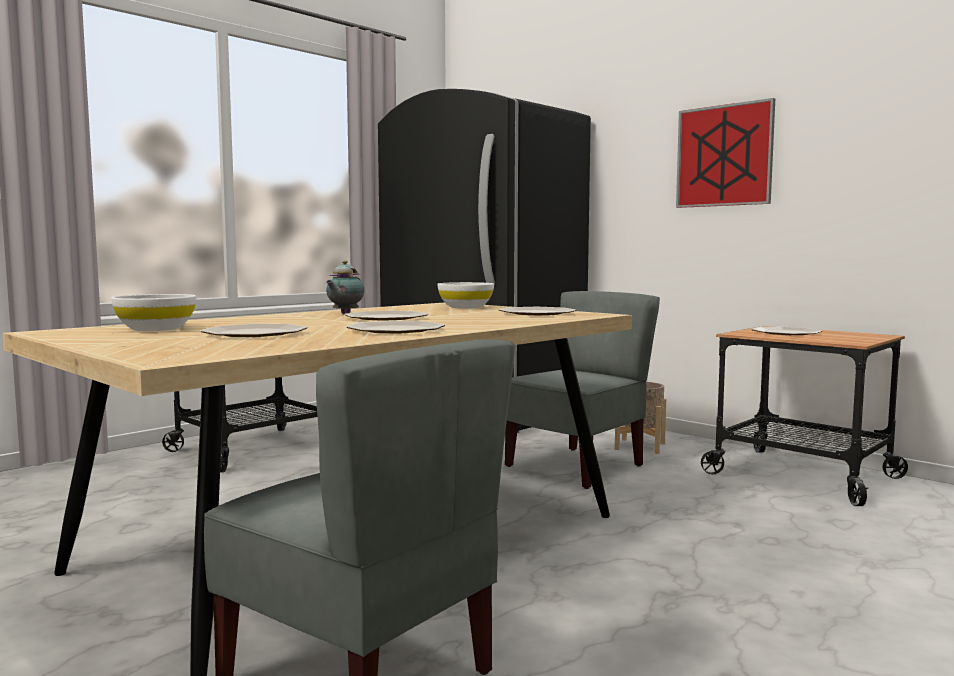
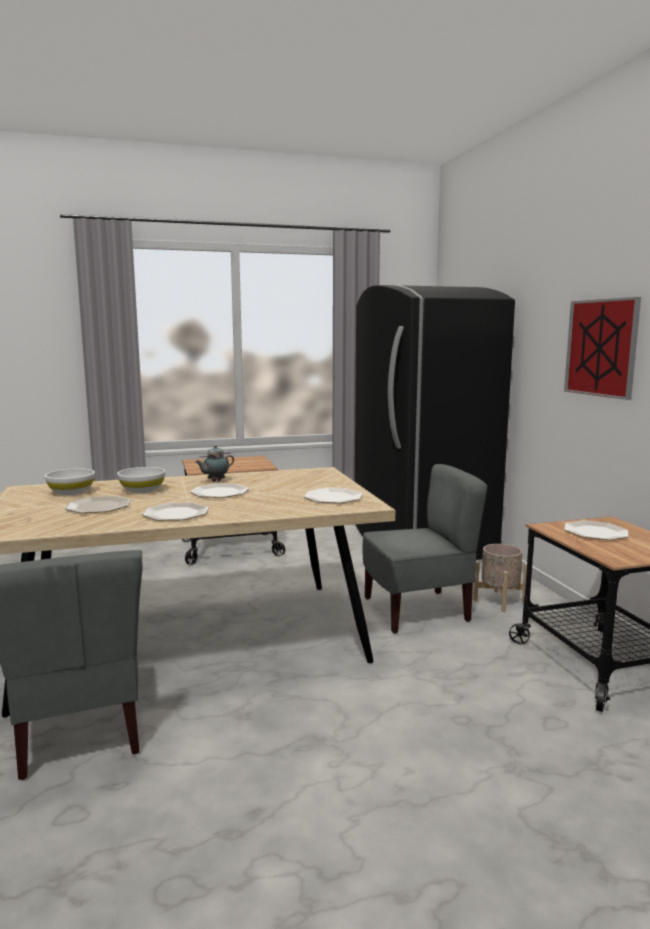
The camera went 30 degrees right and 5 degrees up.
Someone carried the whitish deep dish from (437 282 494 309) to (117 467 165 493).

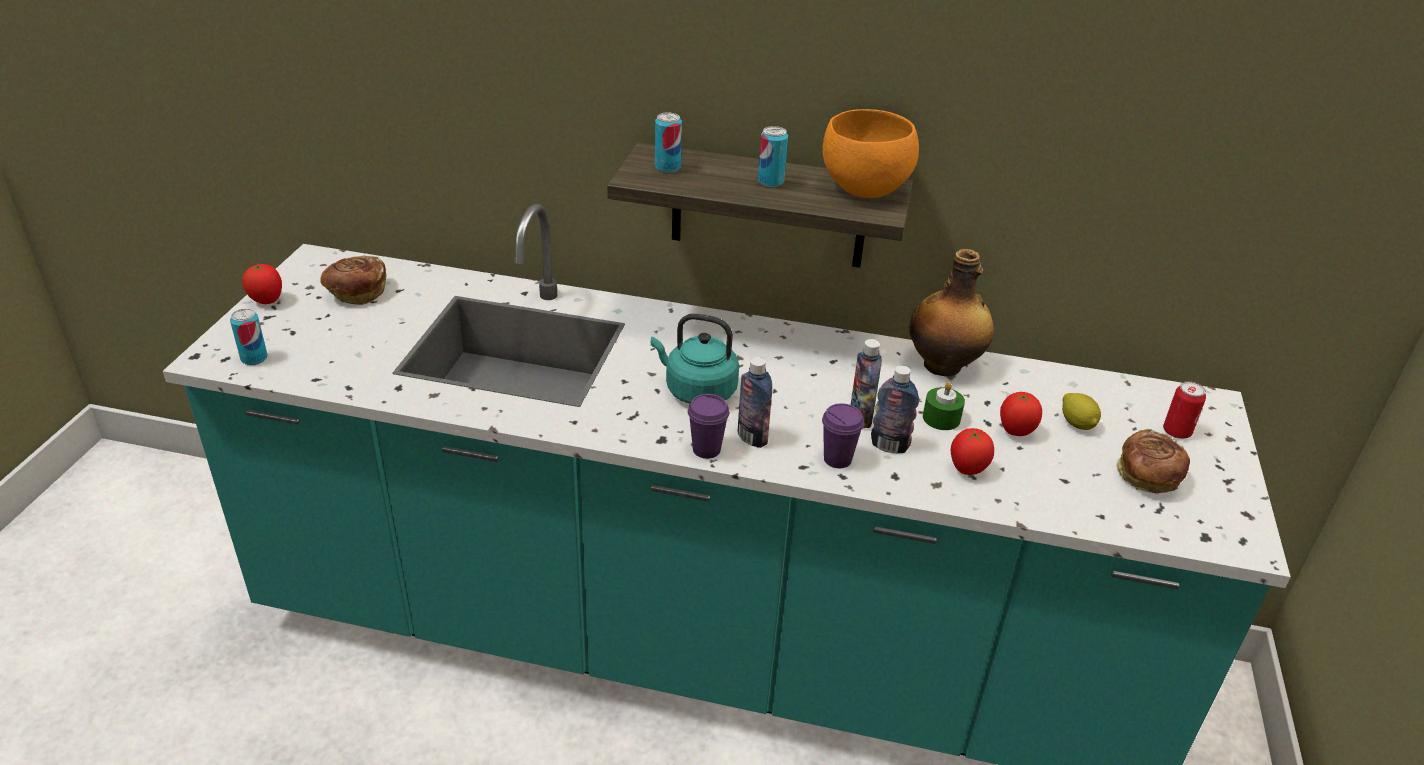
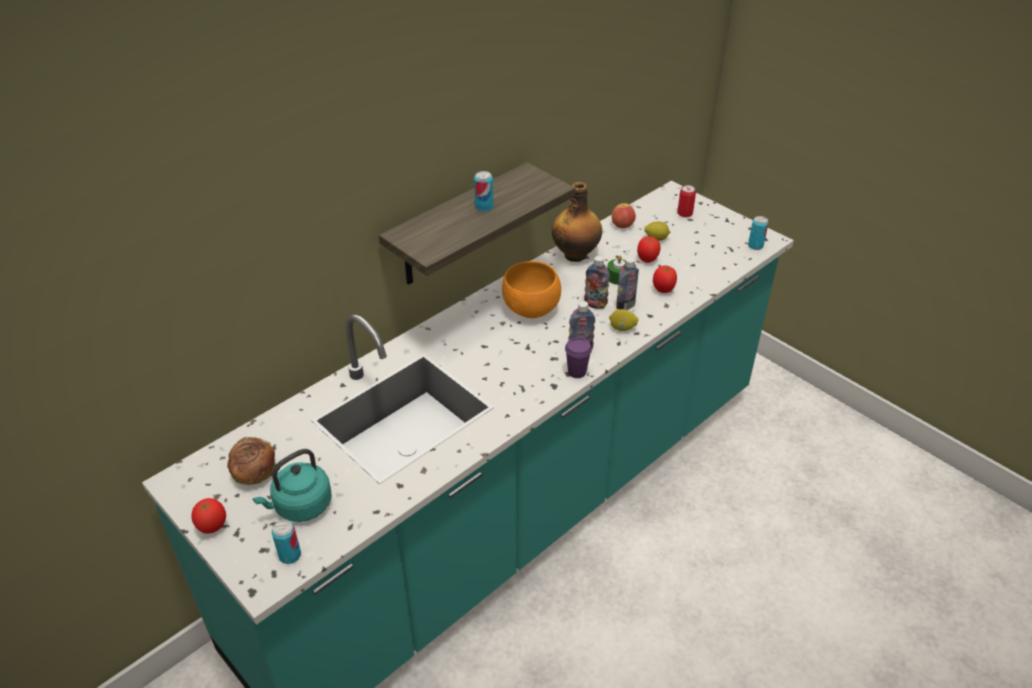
The camera went 55 degrees left and 5 degrees up.
Someone carried the blue-green water kettle from (651 313 739 404) to (253 449 332 522).
Someone carried the orange deep dish from (822 109 919 198) to (502 261 561 318).
Someone swapped the purplish drinking cup at (822 403 864 468) for the whole lemon at (609 309 639 331).
Someone put down the whole apple at (612 203 636 228).
Someone carried the can from (655 112 682 173) to (748 216 769 250).
Someone took away the bread at (1116 429 1190 494).

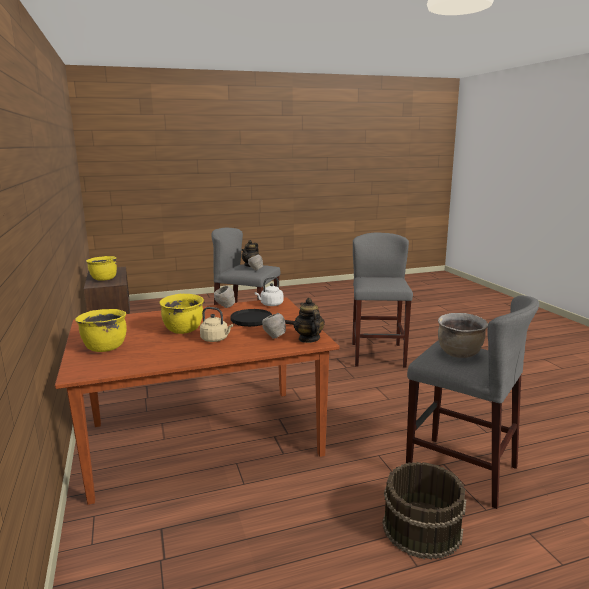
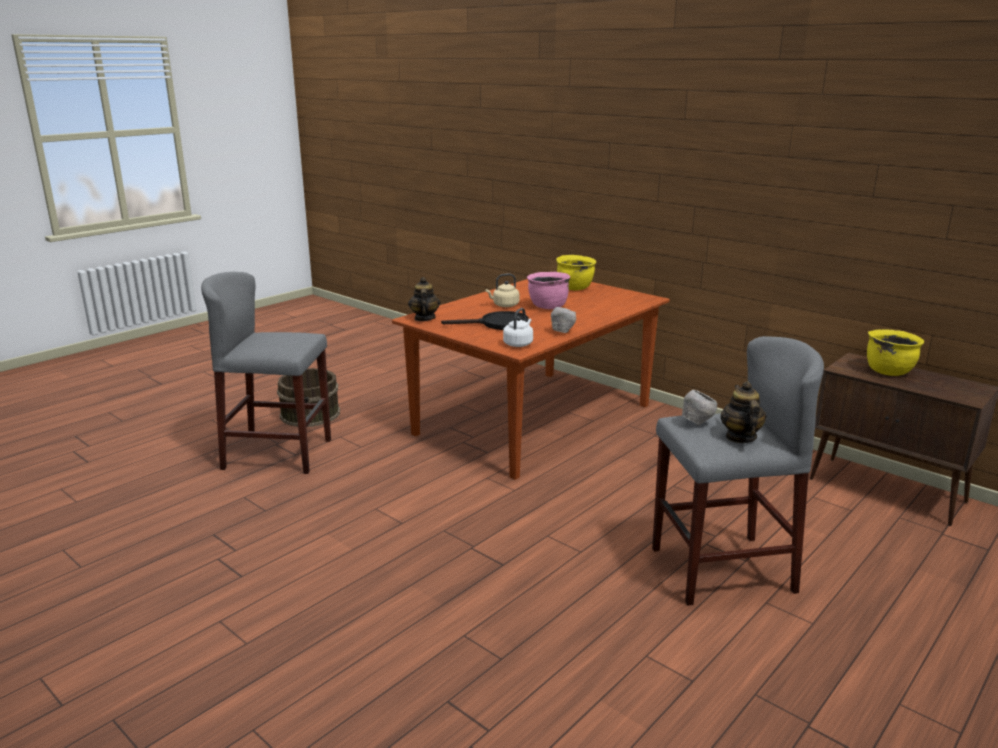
The camera went 150 degrees right and 5 degrees up.
Someone rotated the teapot at (294 298 325 343) by 135 degrees counterclockwise.
Someone repainted the yellow-coloured stockpot at (159 294 204 334), which became the pinkish stockpot at (527 272 570 309).
Someone took away the grey deep dish at (262 313 286 339).
Someone took away the grey stool at (352 232 413 368).
Someone took away the brownish stockpot at (438 313 488 358).

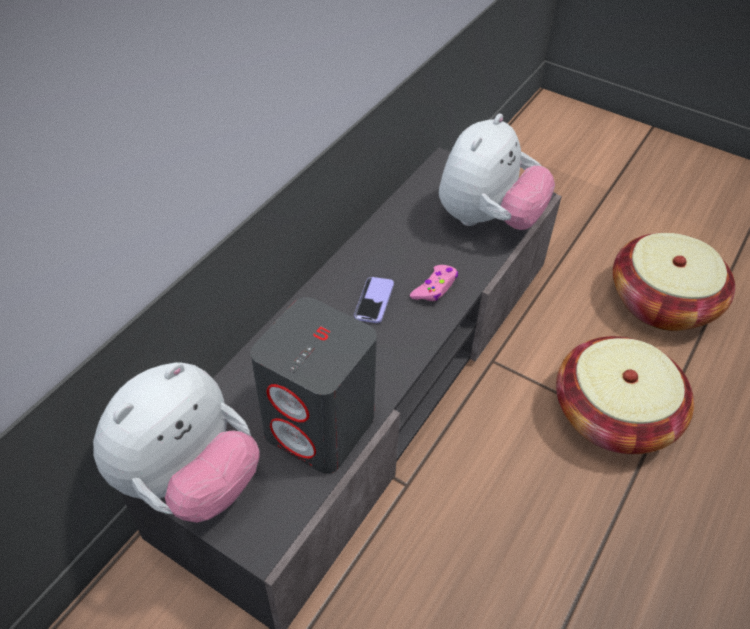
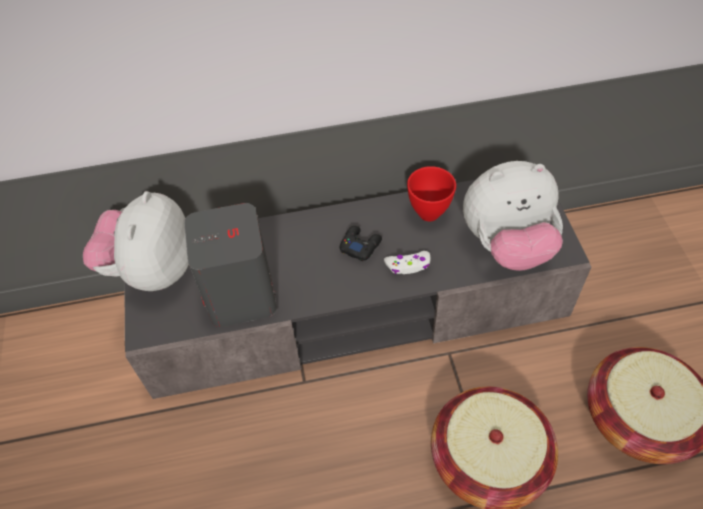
The camera went 50 degrees right and 5 degrees up.
Someone rotated the plush toy at (93 362 259 523) by 105 degrees clockwise.
Someone swapped the telephone at (354 277 394 323) for the black-coloured game controller at (340 226 382 261).
Someone repainted the pinkish game controller at (410 265 458 301), which became the whitish game controller at (384 251 431 274).
Someone put down the reddish deep dish at (407 166 456 221).

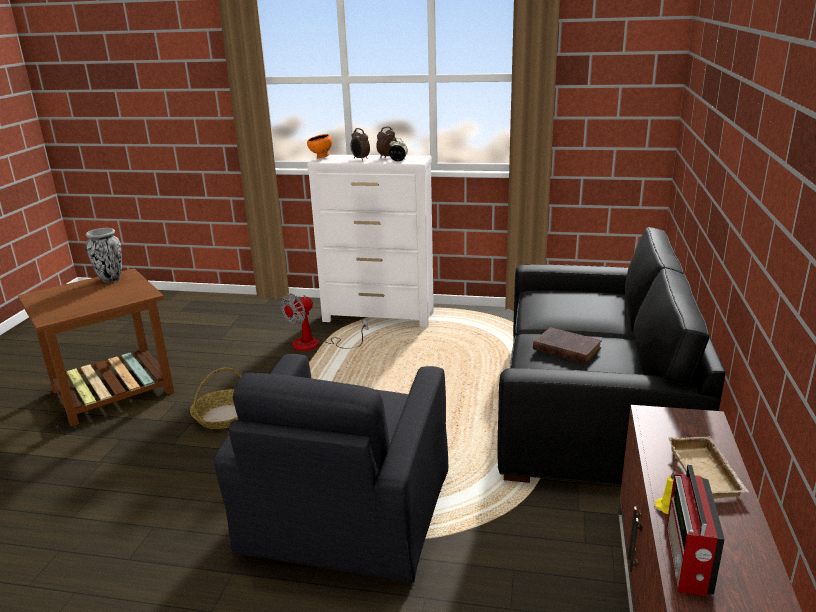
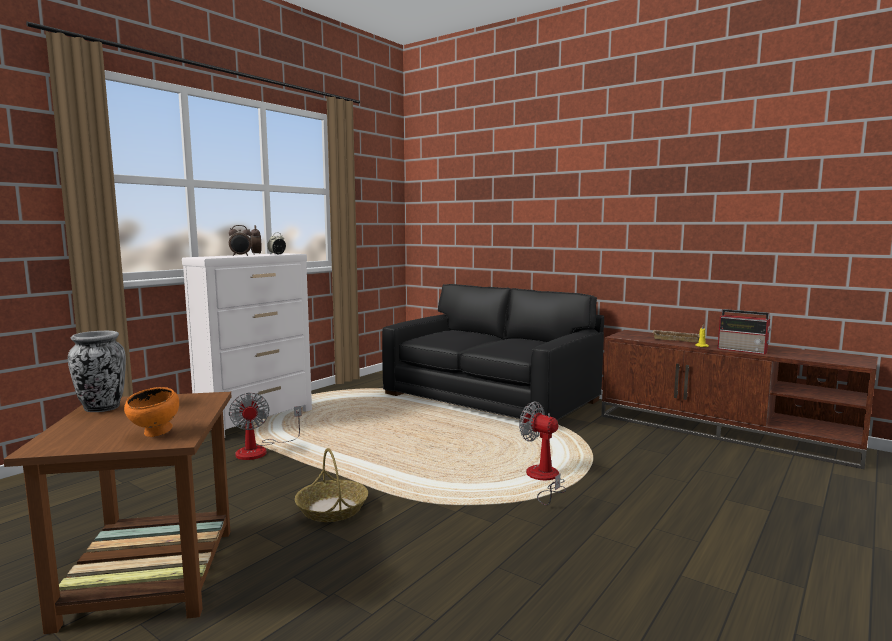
The camera went 65 degrees left and 15 degrees down.
Someone carried the orange deep dish from (307 134 332 159) to (124 387 179 437).
Someone swapped the black-coloured easy chair at (214 354 448 584) for the cooling fan at (519 402 566 506).
Someone took away the brownish book at (533 327 602 364).

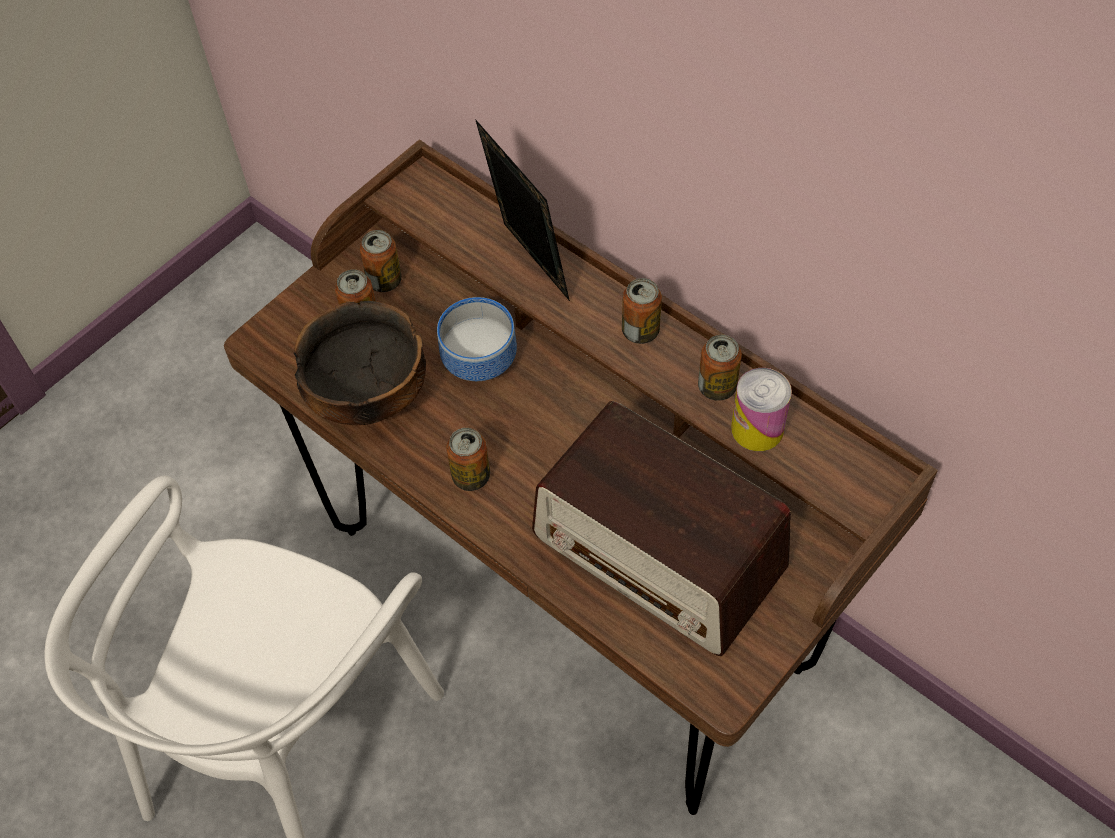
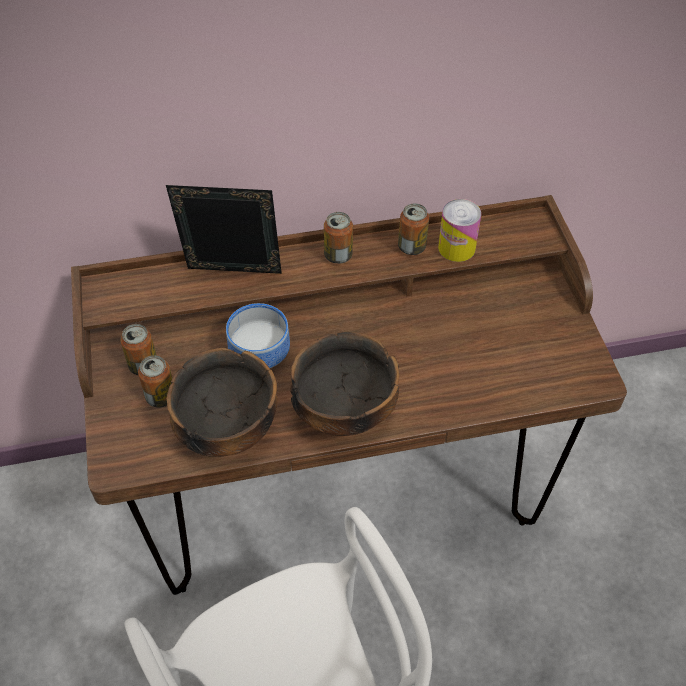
The camera went 55 degrees left and 5 degrees down.
Someone swapped the can at (446 428 490 491) for the deep dish at (290 332 400 436).
Someone took away the radio receiver at (532 401 791 656).

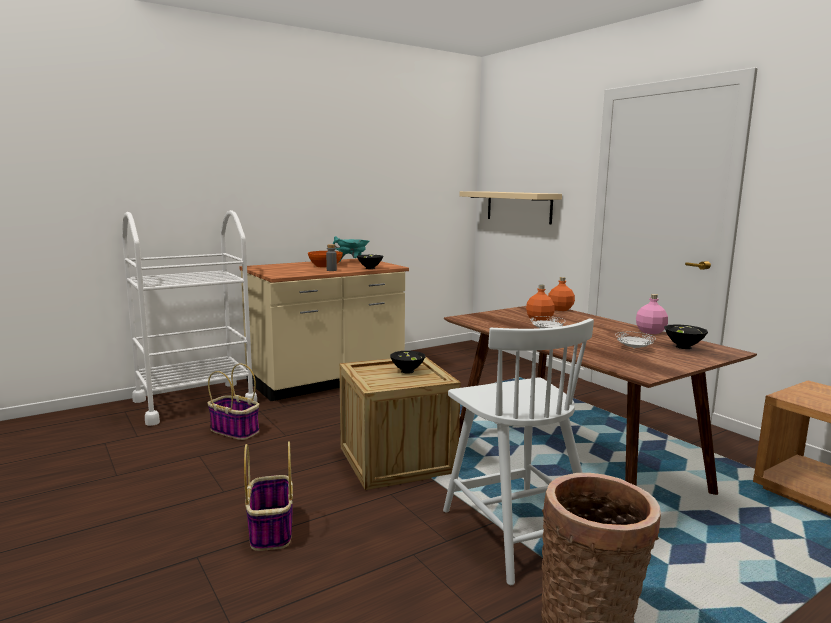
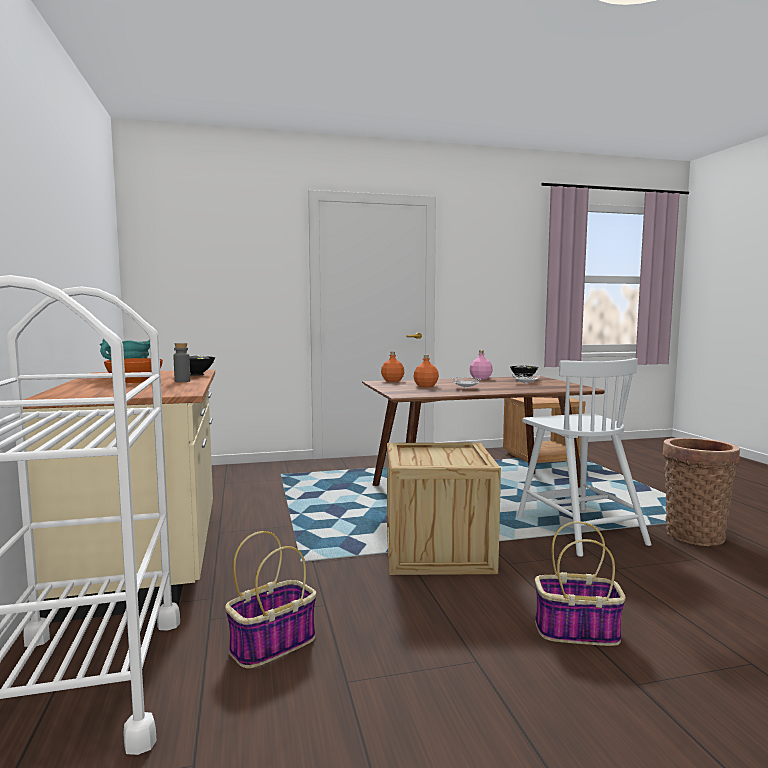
The camera went 70 degrees left and 5 degrees down.
Someone rotated the whitish plain chair at (443 318 594 585) by 75 degrees clockwise.
Someone took away the black-coloured deep dish at (390 351 425 374).
Someone took away the sand-coloured bracket shelf at (460 191 562 224).

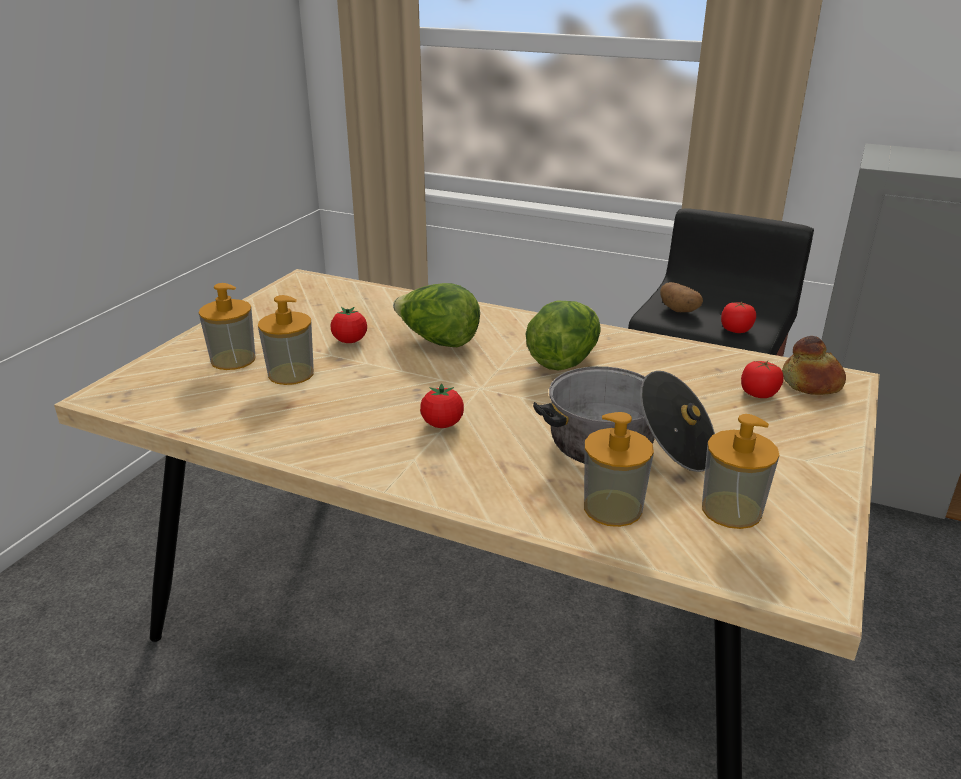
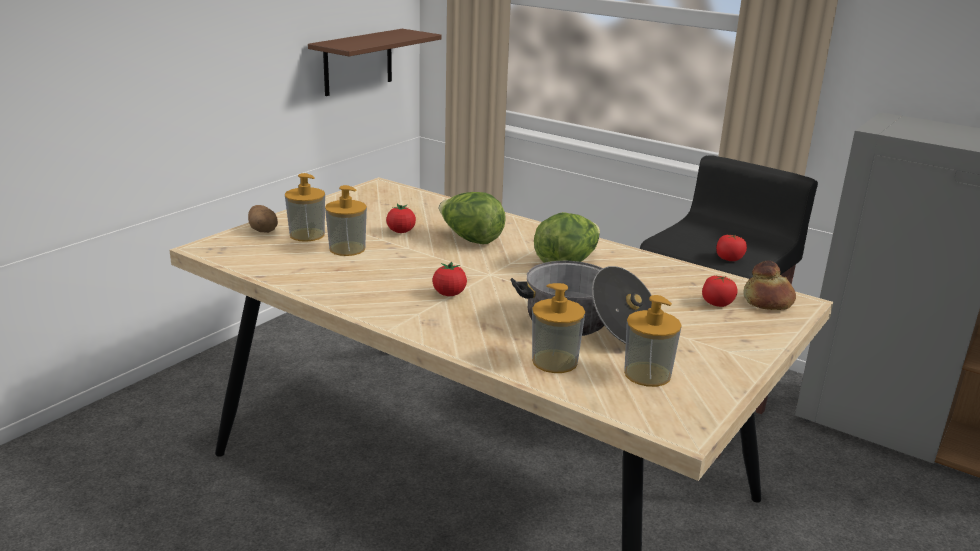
The camera went 10 degrees right and 5 degrees down.
Someone carried the potato from (660 282 703 312) to (248 205 278 233).
Someone put up the brownish bracket shelf at (308 29 442 96).

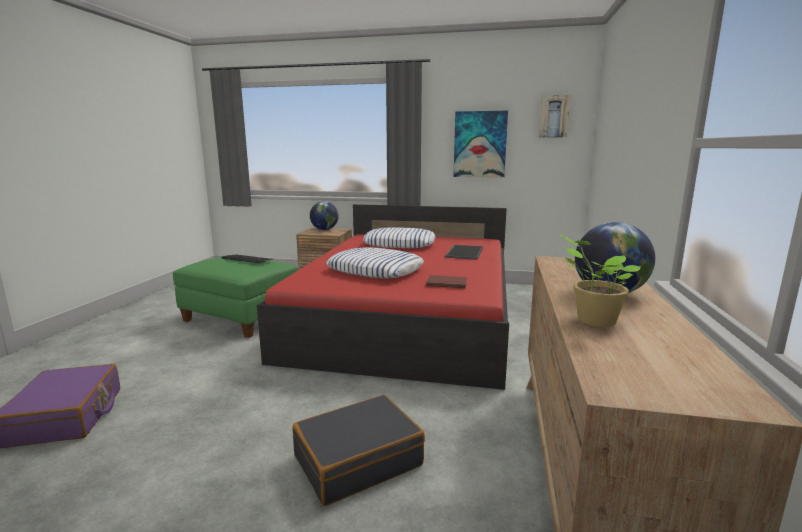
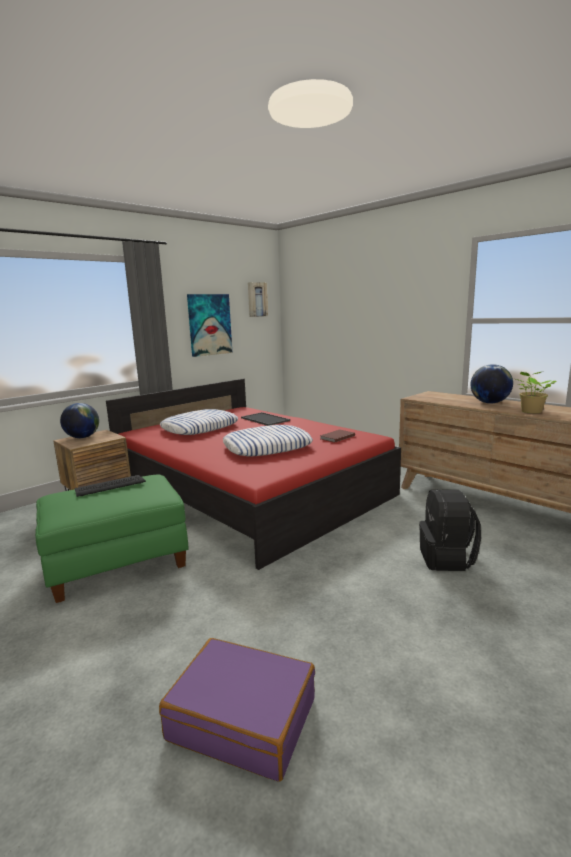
The camera went 55 degrees left and 0 degrees up.
Someone swapped the black-coloured piece of luggage at (292 395 425 506) for the black-coloured knapsack at (419 489 481 571).

